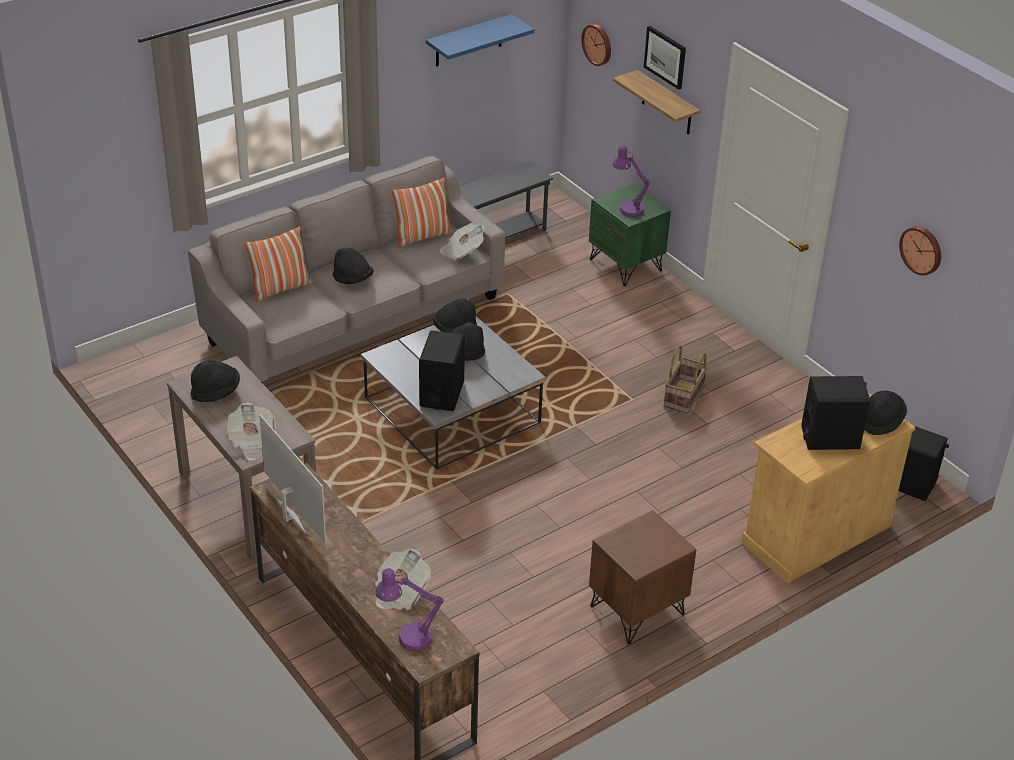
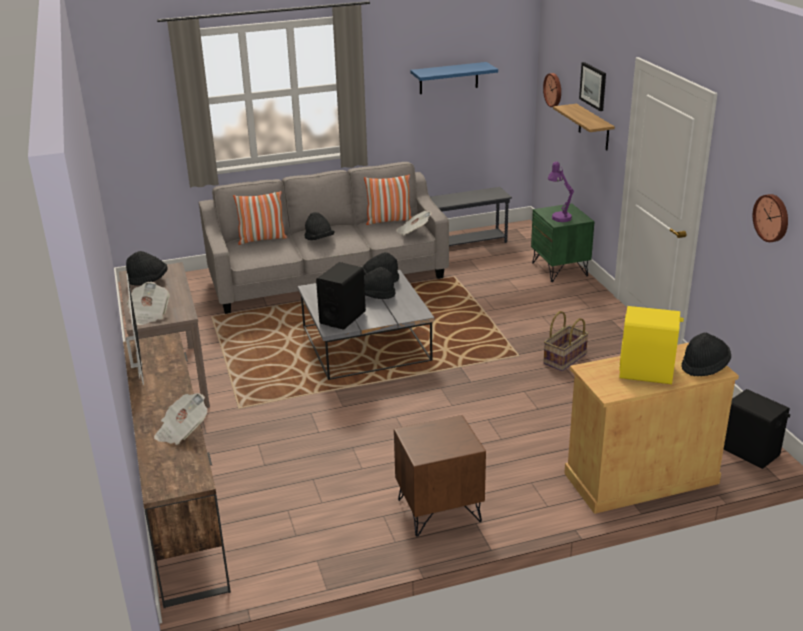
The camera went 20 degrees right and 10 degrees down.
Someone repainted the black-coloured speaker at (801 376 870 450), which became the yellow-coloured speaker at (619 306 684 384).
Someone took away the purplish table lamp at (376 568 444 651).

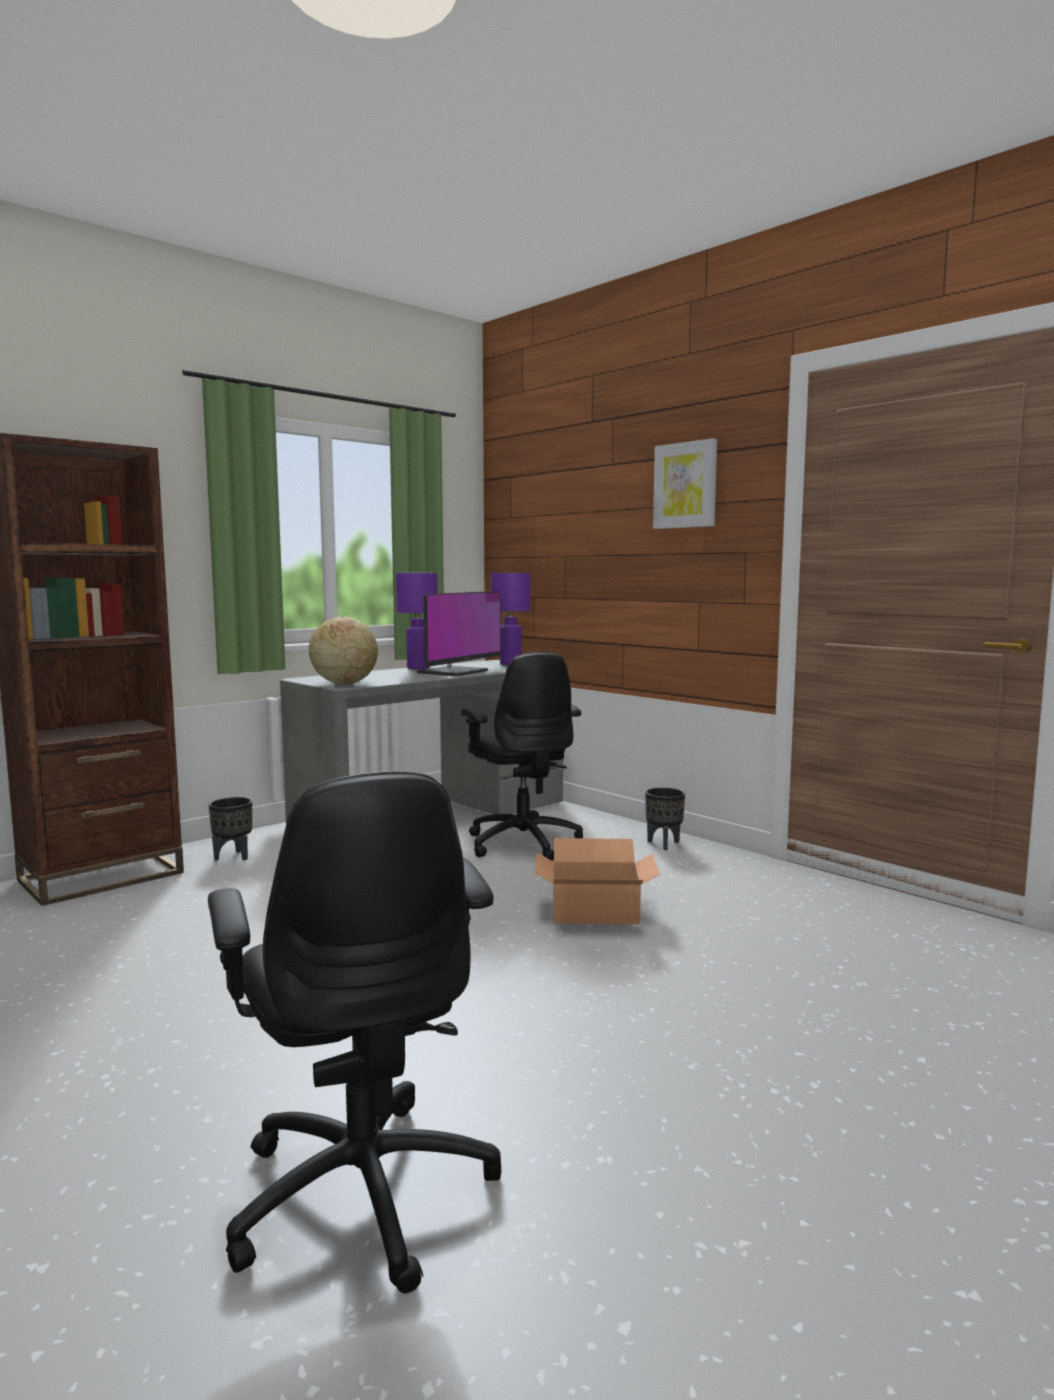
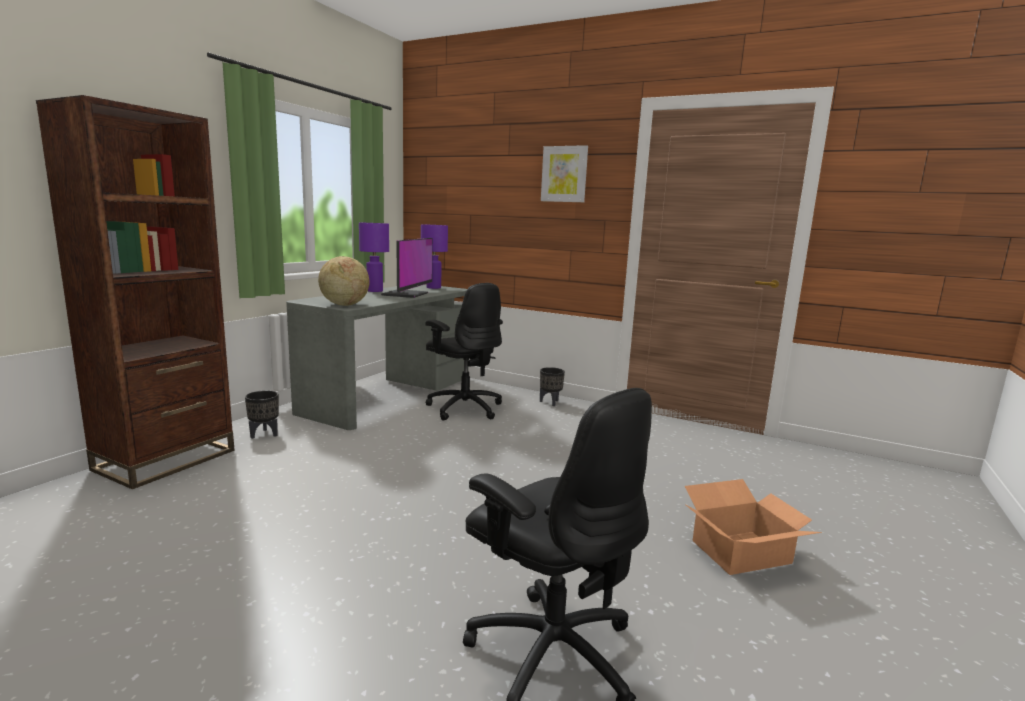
The camera went 20 degrees left and 5 degrees up.
Someone carried the cardboard box from (535 838 660 925) to (685 479 822 575).

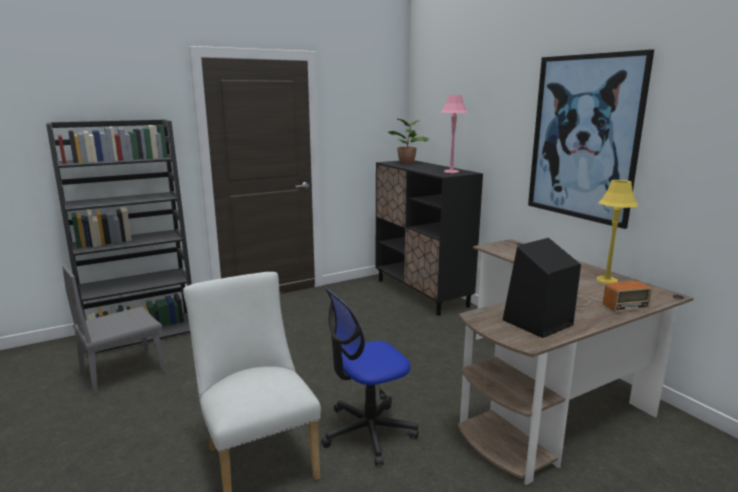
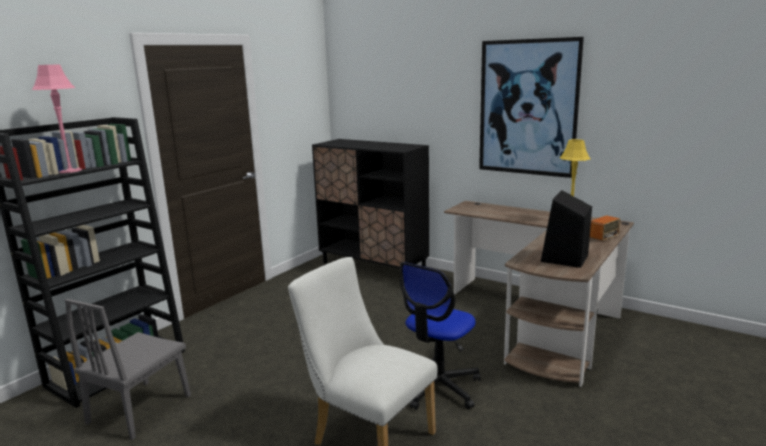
The camera went 25 degrees left and 0 degrees up.
Someone carried the pinkish table lamp from (441 95 468 173) to (32 64 82 173).
Someone took away the potted plant at (388 119 429 164).

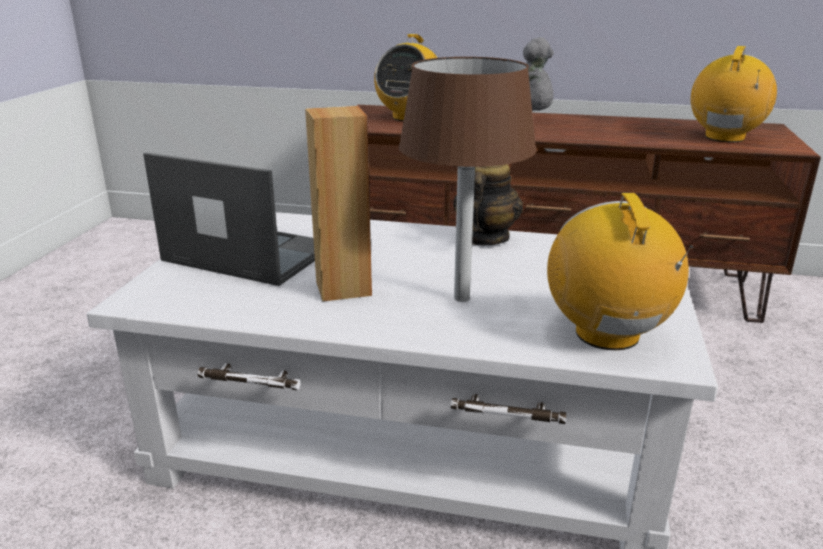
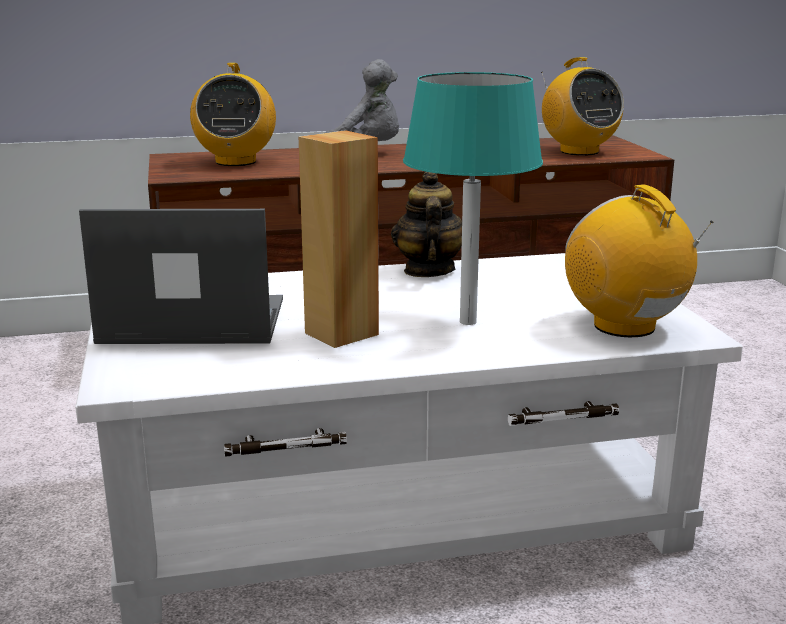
The camera went 25 degrees left and 5 degrees down.
Someone repainted the brownish table lamp at (398 57 537 302), which became the blue-green table lamp at (403 72 543 325).
Someone rotated the radio receiver at (691 46 777 143) by 150 degrees clockwise.

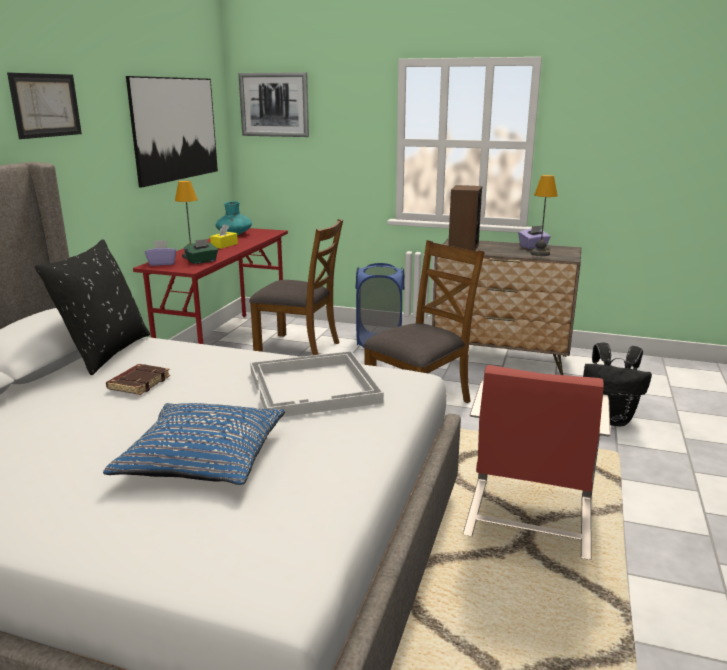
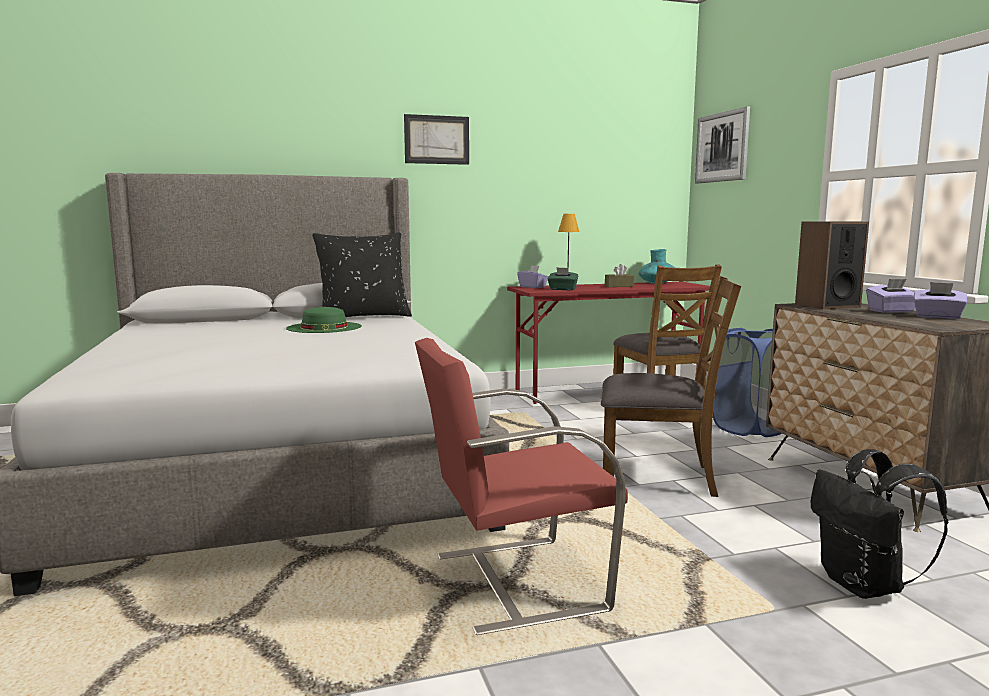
The camera went 55 degrees right and 10 degrees down.
Someone swapped the brownish book at (106 364 170 395) for the green-coloured clothing hat at (286 307 362 333).
Someone repainted the yellow-coloured tissue box at (210 224 238 249), which became the brownish tissue box at (605 264 634 287).
Someone put down the purplish tissue box at (866 279 915 313).
Someone took away the blue pillow at (103 403 285 485).
Someone took away the wall picture at (126 76 218 188).
Someone took away the whitish serving tray at (250 351 384 417).
Someone took away the table lamp at (530 175 558 256).

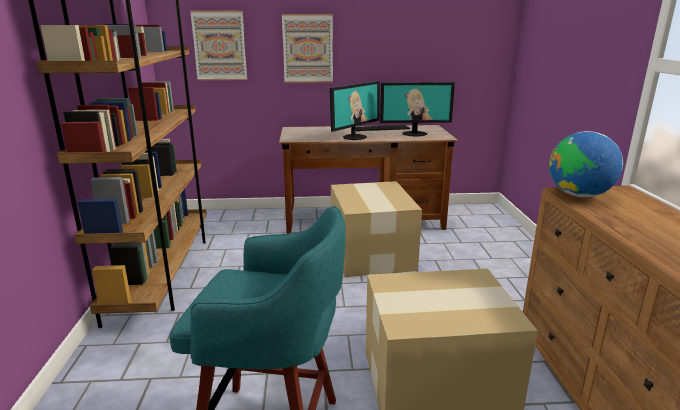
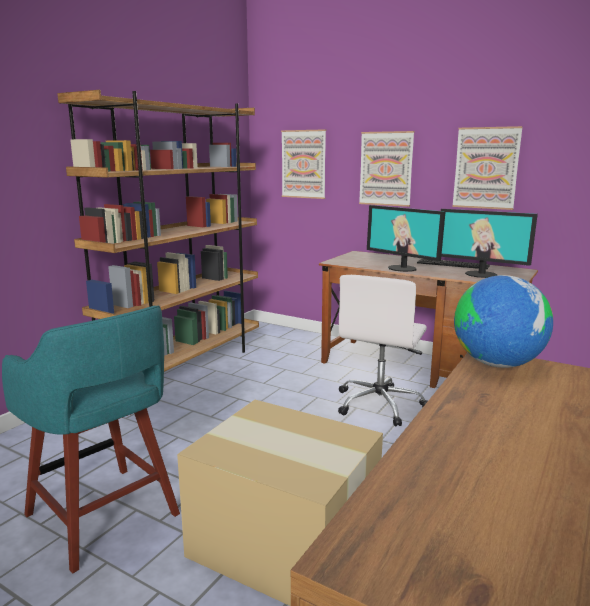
The camera went 35 degrees right and 5 degrees down.
Someone swapped the cardboard box at (331 181 422 277) for the whitish office chair at (338 275 428 427).
Someone rotated the monitor at (330 81 380 140) by 60 degrees clockwise.
Someone put up the wall picture at (452 126 523 210).

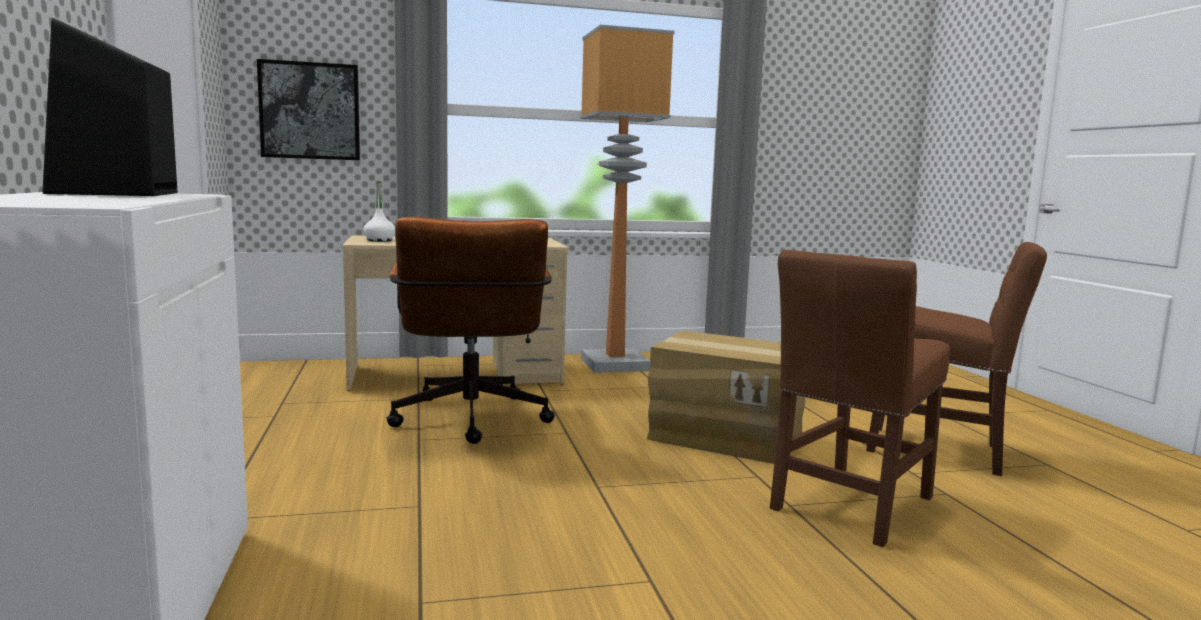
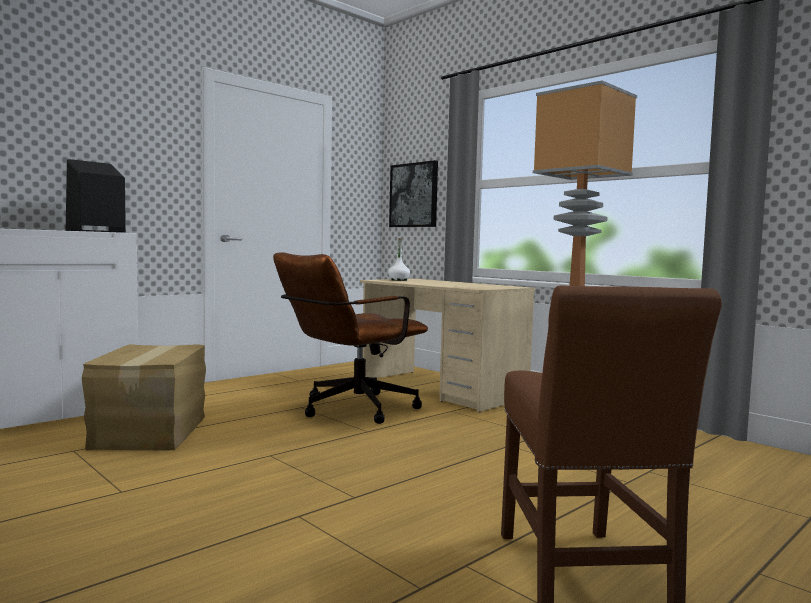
The camera went 60 degrees right and 5 degrees down.
Someone carried the cardboard box from (647 331 805 464) to (82 344 206 451).
Someone took away the brownish plain chair at (770 250 950 547).

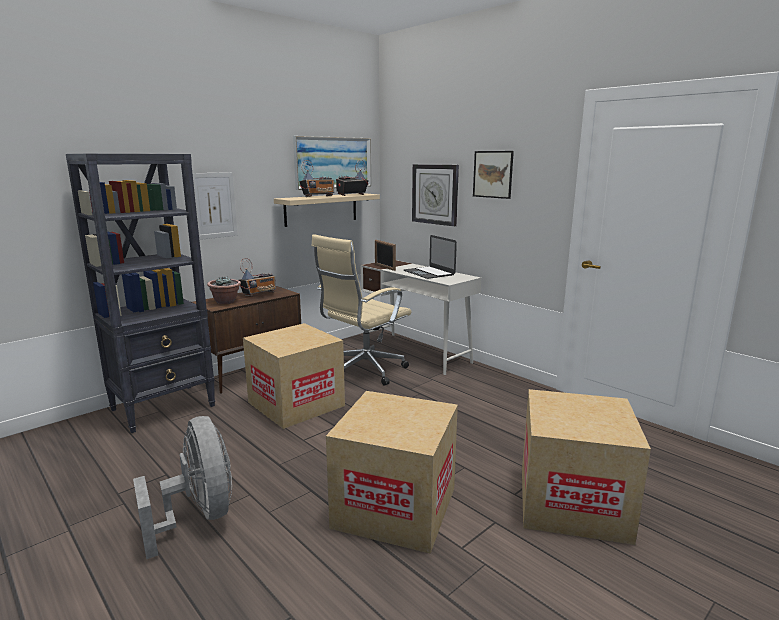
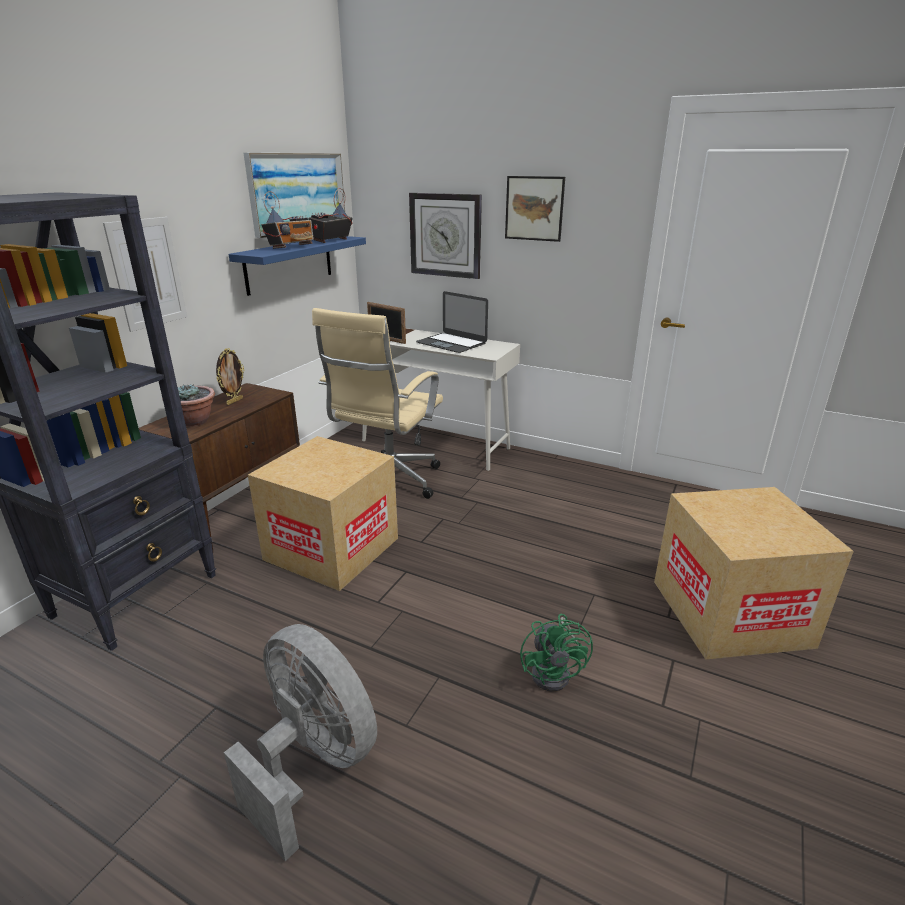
The camera went 20 degrees left and 10 degrees up.
Someone swapped the radio receiver at (238 258 276 297) for the standing frame at (216 348 245 405).
Someone repainted the sand-coloured bracket shelf at (274 193 380 227), which became the blue bracket shelf at (228 236 366 296).
Someone swapped the cardboard box at (326 391 458 554) for the green-coloured cooling fan at (520 614 593 692).

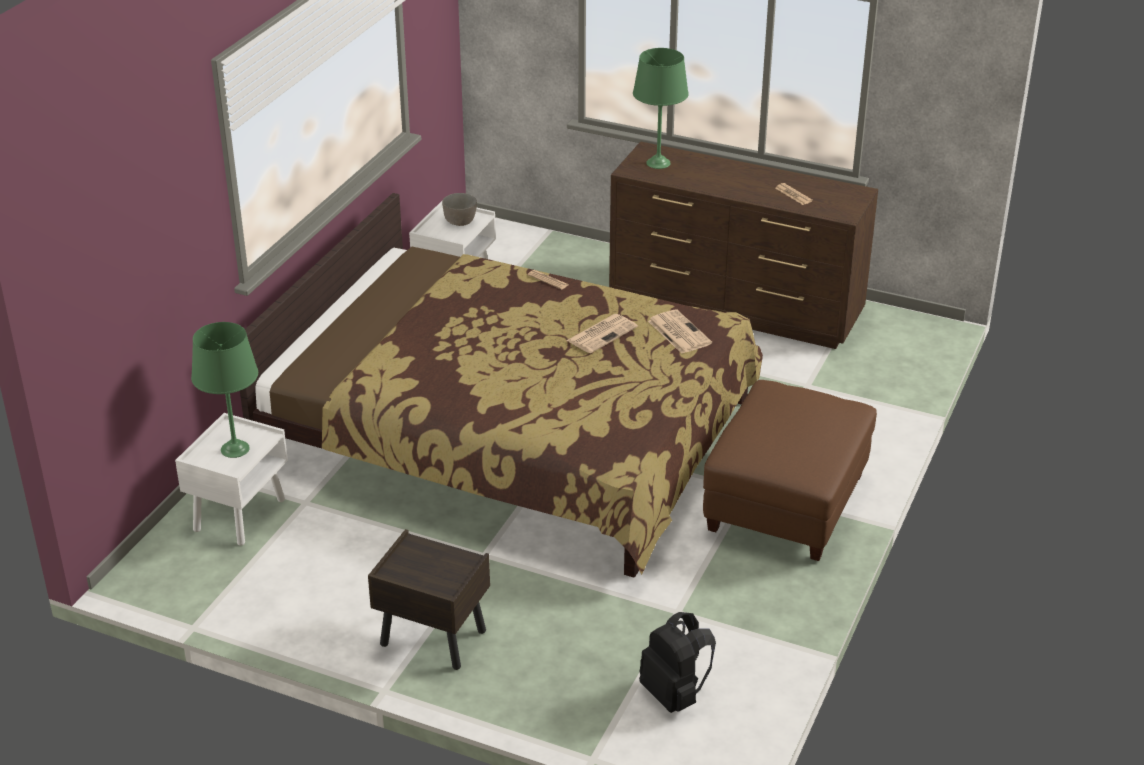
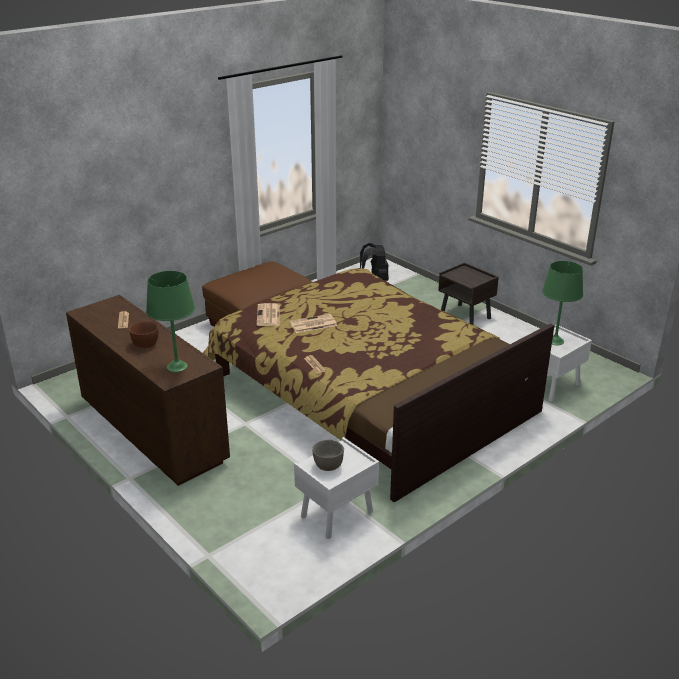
The camera went 155 degrees left and 5 degrees down.
Someone put down the brownish deep dish at (129 321 159 348).

